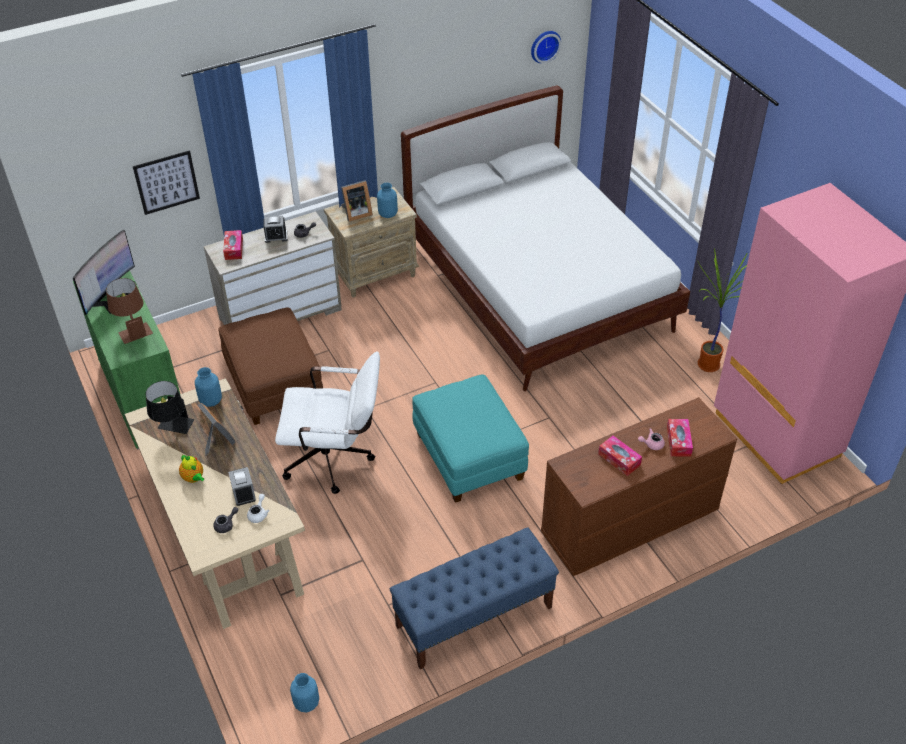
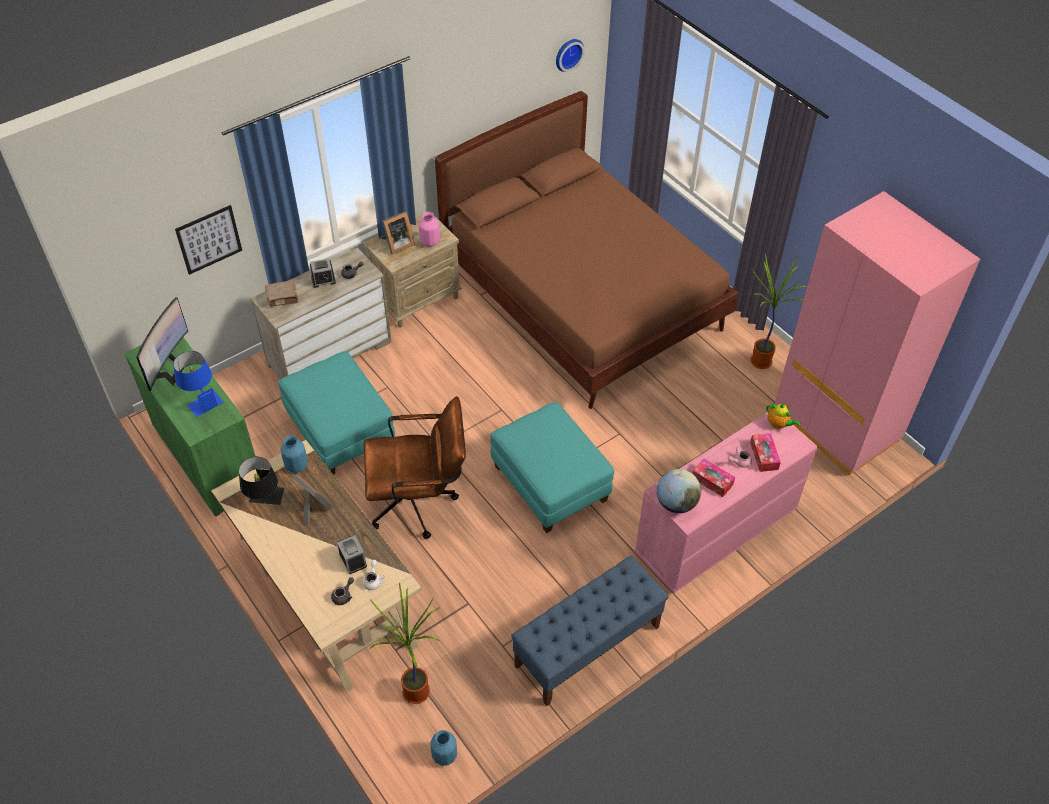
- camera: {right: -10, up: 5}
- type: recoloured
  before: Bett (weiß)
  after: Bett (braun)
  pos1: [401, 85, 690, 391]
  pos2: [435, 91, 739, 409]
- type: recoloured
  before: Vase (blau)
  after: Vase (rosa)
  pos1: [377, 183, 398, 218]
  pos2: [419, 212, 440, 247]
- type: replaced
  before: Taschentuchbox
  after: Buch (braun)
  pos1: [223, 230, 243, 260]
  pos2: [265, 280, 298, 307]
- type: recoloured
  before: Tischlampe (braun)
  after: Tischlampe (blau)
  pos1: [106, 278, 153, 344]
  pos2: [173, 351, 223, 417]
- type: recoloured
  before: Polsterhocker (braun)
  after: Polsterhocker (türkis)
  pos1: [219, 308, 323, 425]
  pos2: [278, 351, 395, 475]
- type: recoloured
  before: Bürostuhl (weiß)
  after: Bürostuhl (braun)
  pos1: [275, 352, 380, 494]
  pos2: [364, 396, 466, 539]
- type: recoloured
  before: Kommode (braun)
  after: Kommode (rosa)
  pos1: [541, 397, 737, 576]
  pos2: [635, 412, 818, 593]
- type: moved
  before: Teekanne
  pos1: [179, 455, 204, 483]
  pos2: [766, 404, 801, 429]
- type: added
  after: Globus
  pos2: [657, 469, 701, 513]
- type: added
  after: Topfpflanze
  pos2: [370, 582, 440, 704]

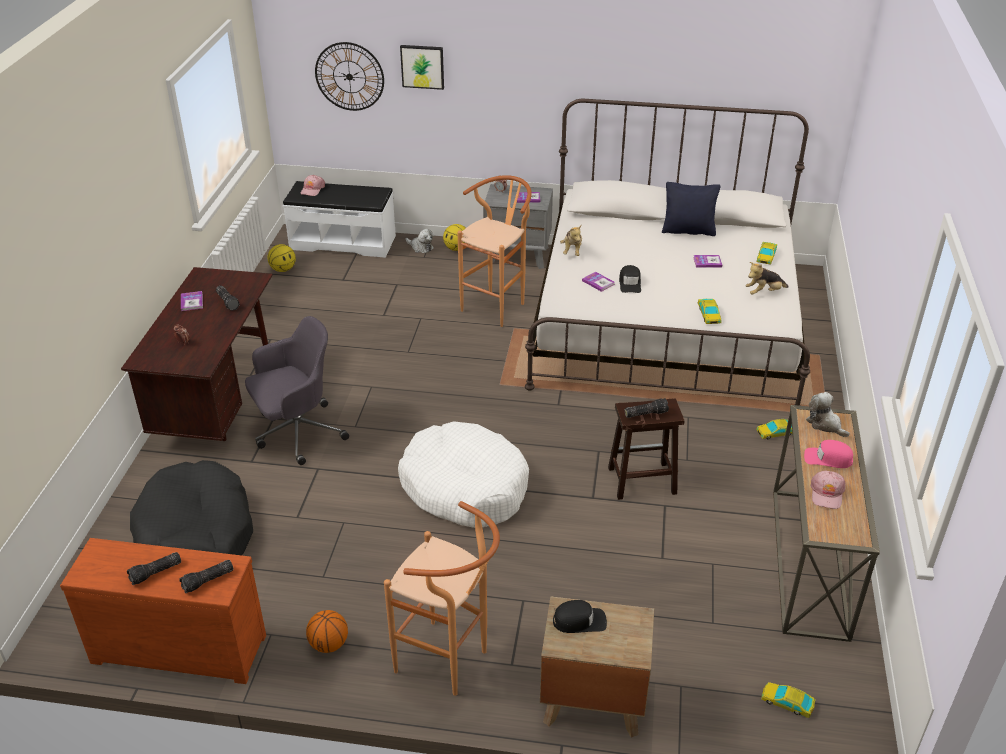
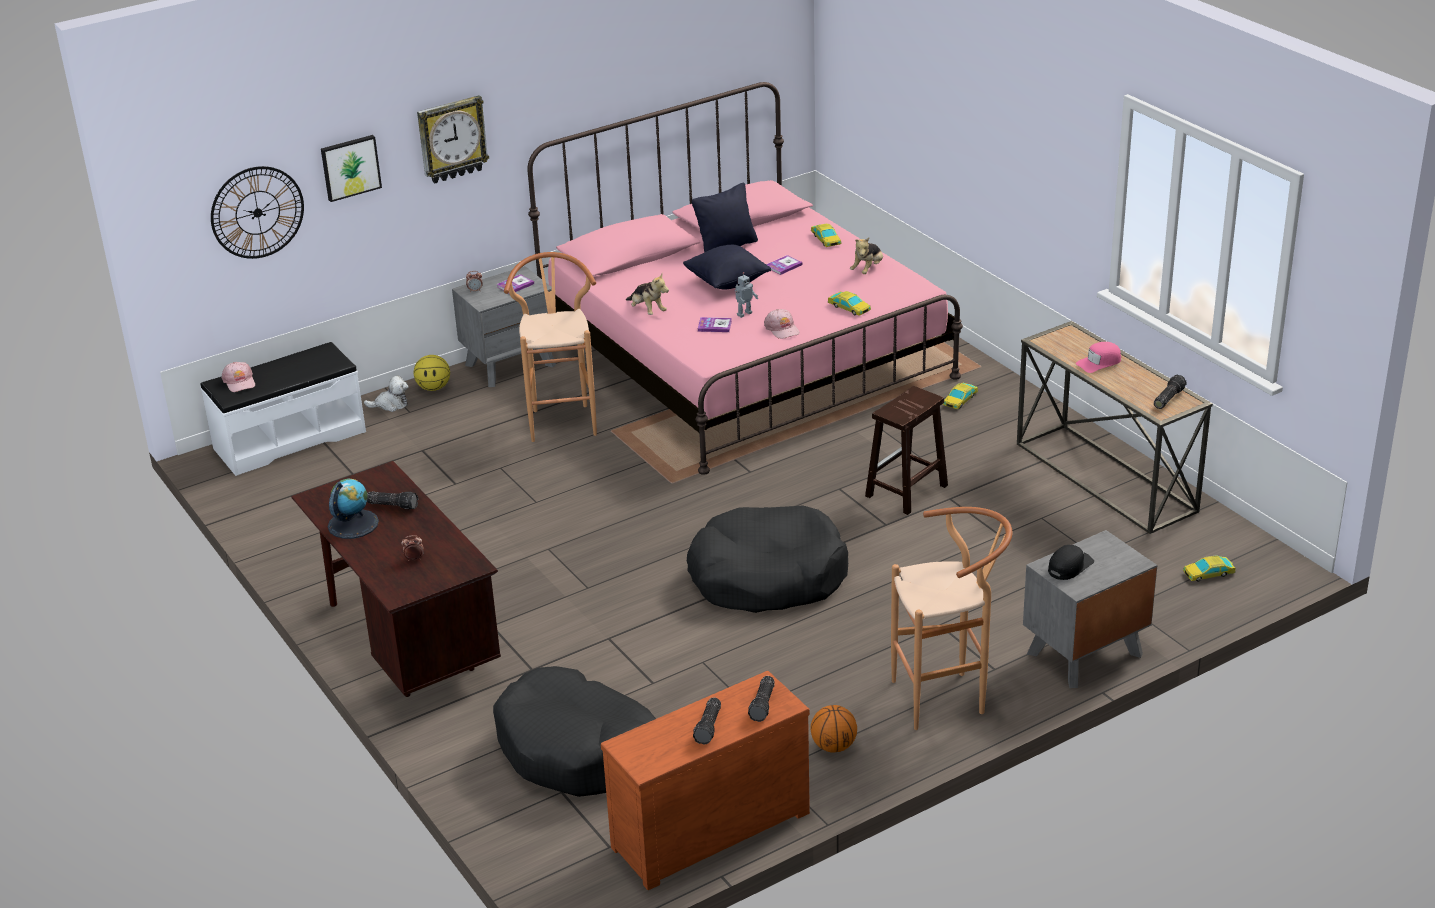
- camera: {right: -40, up: -5}
- type: recoloured
  before: Bett (weiß)
  after: Bett (rosa)
  pos1: [525, 99, 810, 406]
  pos2: [527, 82, 963, 475]
- type: removed
  before: Basketball
  pos1: [267, 244, 296, 272]
- type: replaced
  before: Kappe (schwarz)
  after: Spielzeugroboter
  pos1: [619, 265, 641, 293]
  pos2: [735, 272, 758, 318]
- type: replaced
  before: Buch
  after: Globus
  pos1: [181, 291, 203, 311]
  pos2: [328, 479, 379, 539]
- type: removed
  before: Bürostuhl (grau)
  pos1: [245, 316, 349, 465]
- type: removed
  before: Plüschtier
  pos1: [806, 392, 850, 437]
- type: moved
  before: Taschenlampe
  pos1: [625, 398, 669, 418]
  pos2: [1154, 375, 1187, 409]
- type: recoloured
  before: Hundebett (weiß)
  after: Hundebett (schwarz)
  pos1: [398, 421, 529, 528]
  pos2: [687, 505, 848, 613]
- type: moved
  before: Kappe (rosa)
  pos1: [810, 471, 845, 509]
  pos2: [764, 309, 800, 339]
- type: recoloured
  before: Nachttisch (braun)
  after: Nachttisch (grau)
  pos1: [540, 597, 654, 738]
  pos2: [1023, 530, 1157, 688]
- type: added
  after: Wanduhr
  pos2: [417, 95, 489, 183]
- type: added
  after: Kissen (schwarz)
  pos2: [683, 245, 771, 290]

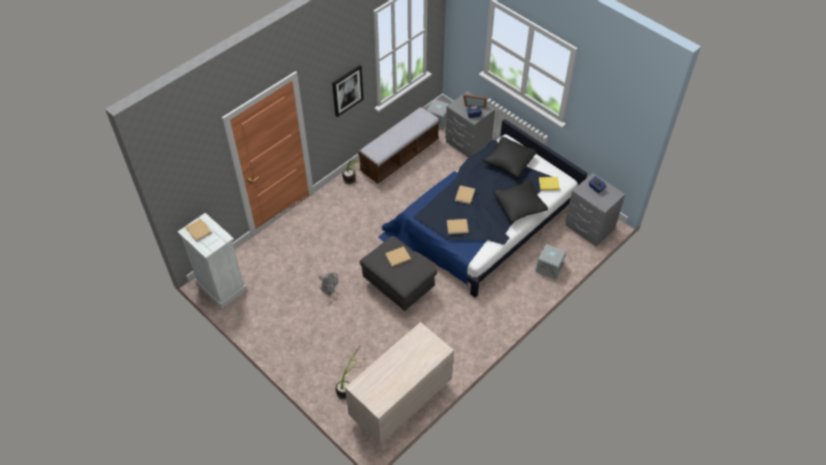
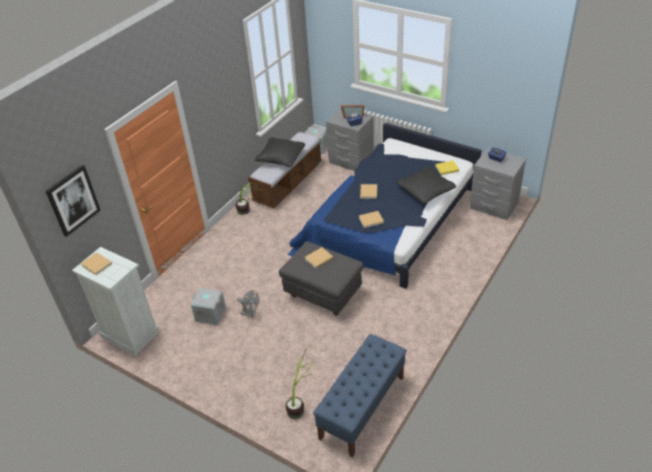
- camera: {right: -10, up: -10}
- type: moved
  before: Bild
  pos1: [332, 65, 364, 117]
  pos2: [46, 165, 101, 237]
- type: moved
  before: Kissen (schwarz)
  pos1: [483, 137, 537, 178]
  pos2: [255, 137, 305, 167]
- type: moved
  before: Aufbewahrungsbox (grau)
  pos1: [536, 244, 566, 280]
  pos2: [191, 288, 226, 325]
- type: replaced
  before: Kommode (beige)
  after: Bank (blau)
  pos1: [345, 322, 454, 445]
  pos2: [313, 334, 407, 457]

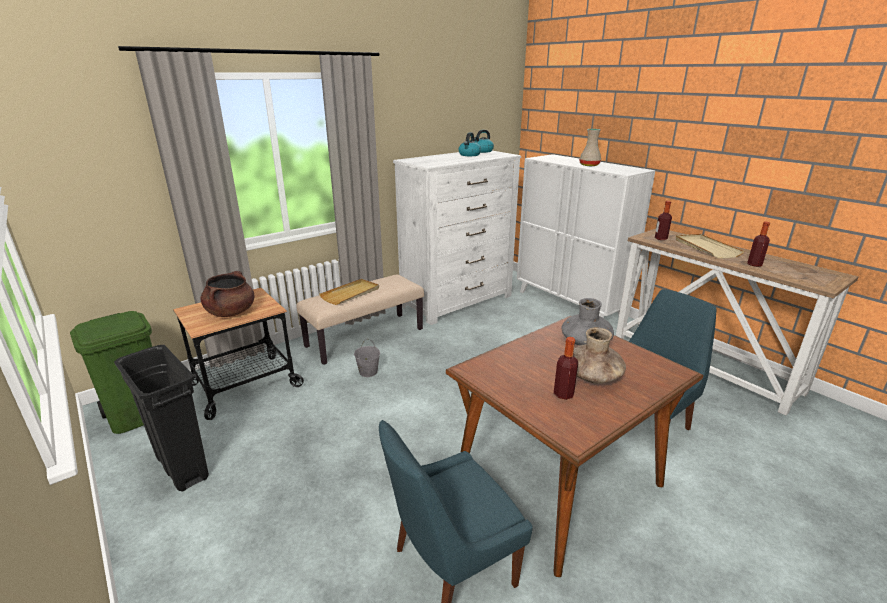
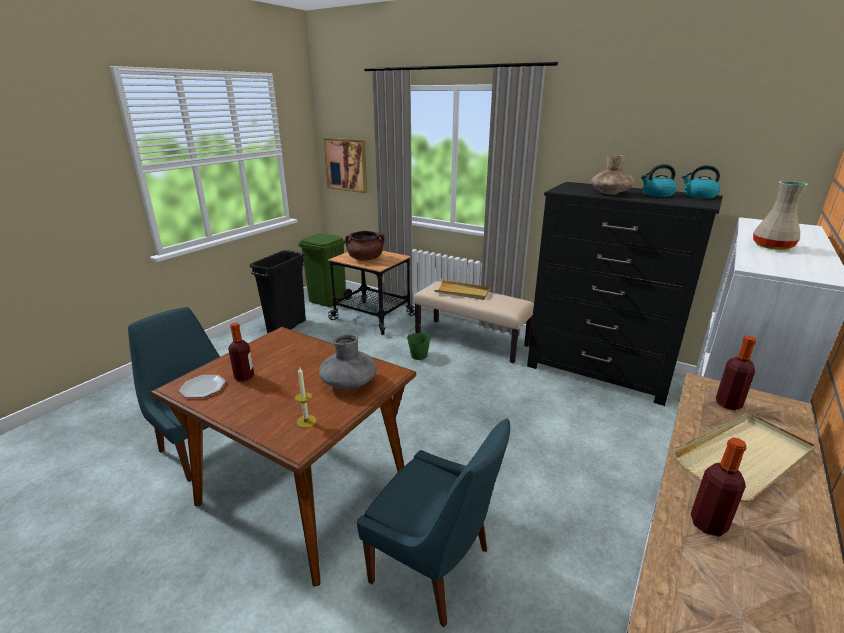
- camera: {right: 70, up: 0}
- type: recoloured
  before: Kommode (weiß)
  after: Kommode (schwarz)
  pos1: [393, 151, 521, 325]
  pos2: [527, 182, 723, 406]
- type: moved
  before: Vase (braun)
  pos1: [573, 327, 626, 384]
  pos2: [591, 155, 634, 195]
- type: recoloured
  before: Eimer (grau)
  after: Eimer (grün)
  pos1: [354, 339, 380, 377]
  pos2: [407, 325, 431, 360]
- type: added
  after: Bild
  pos2: [324, 138, 367, 193]
- type: added
  after: Kerze
  pos2: [295, 366, 317, 428]
- type: added
  after: Teller
  pos2: [179, 375, 226, 398]

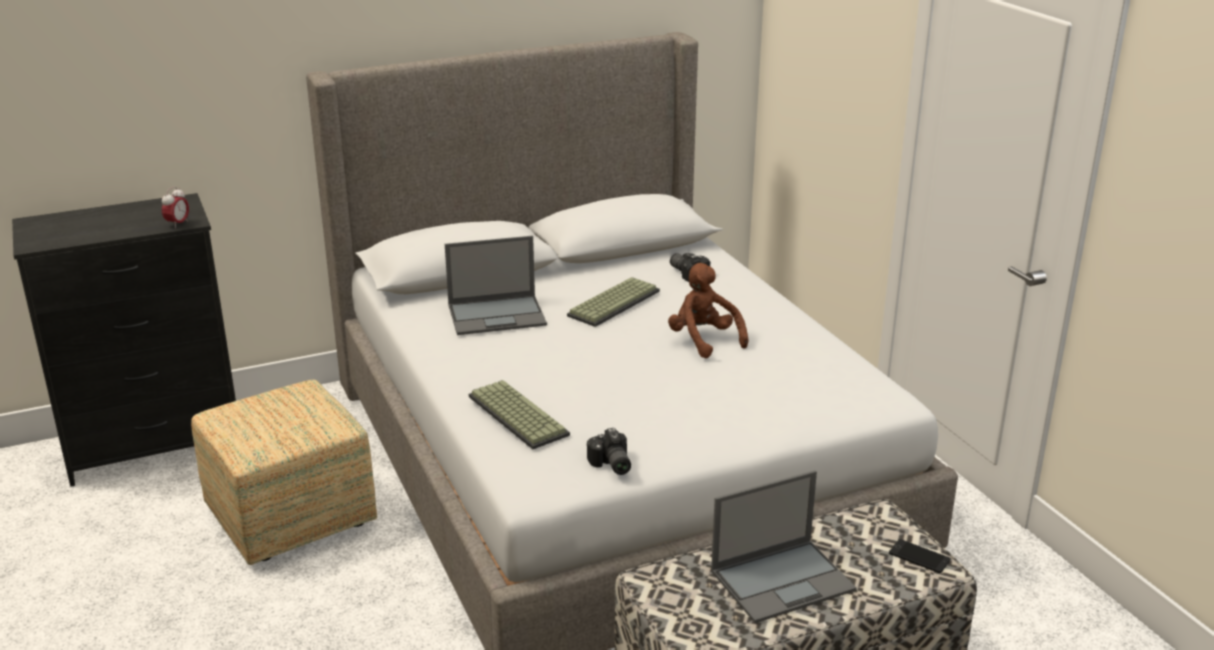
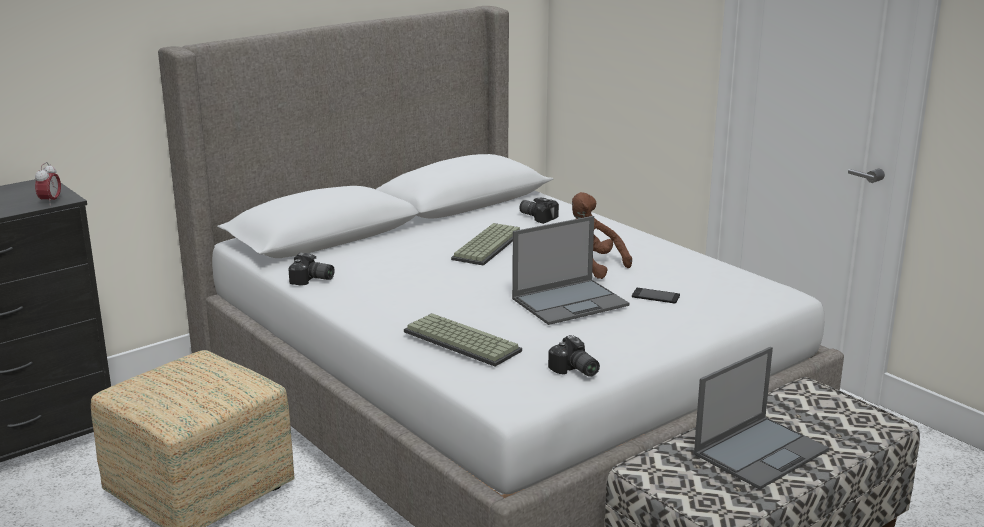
- camera: {right: -15, up: -5}
- type: moved
  before: Laptop
  pos1: [445, 236, 547, 335]
  pos2: [512, 216, 629, 325]
- type: moved
  before: Handy
  pos1: [889, 539, 951, 573]
  pos2: [632, 288, 680, 304]
- type: added
  after: Kamera
  pos2: [288, 253, 335, 285]

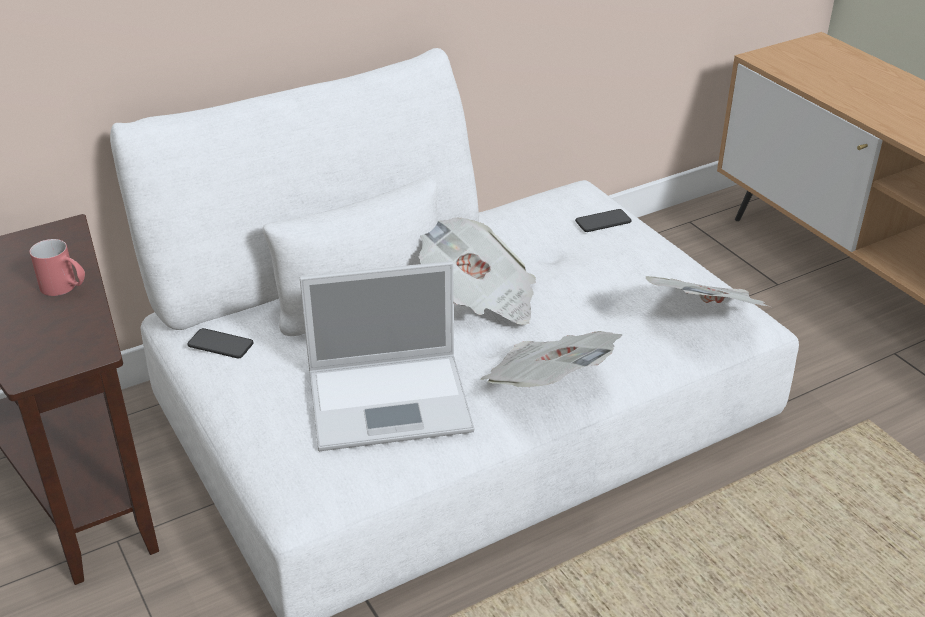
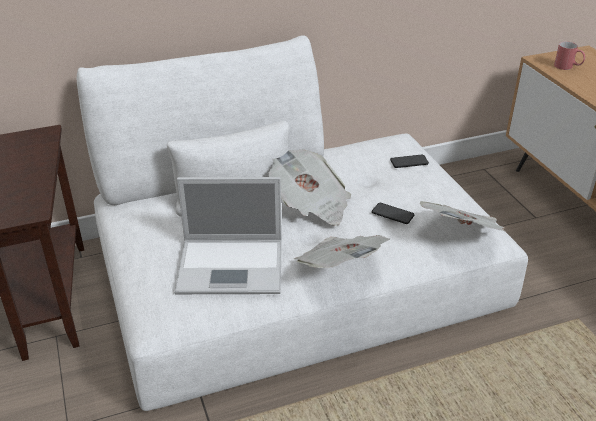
- camera: {right: 10, up: 0}
- type: moved
  before: Henkelbecher (rot)
  pos1: [30, 239, 85, 296]
  pos2: [554, 41, 585, 70]
- type: moved
  before: Handy
  pos1: [187, 328, 254, 358]
  pos2: [372, 203, 414, 224]

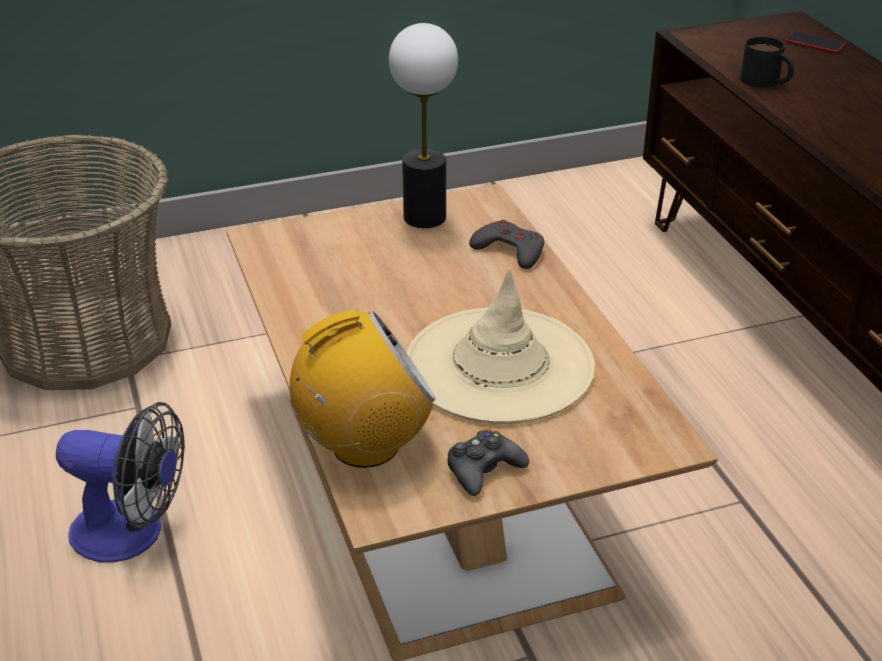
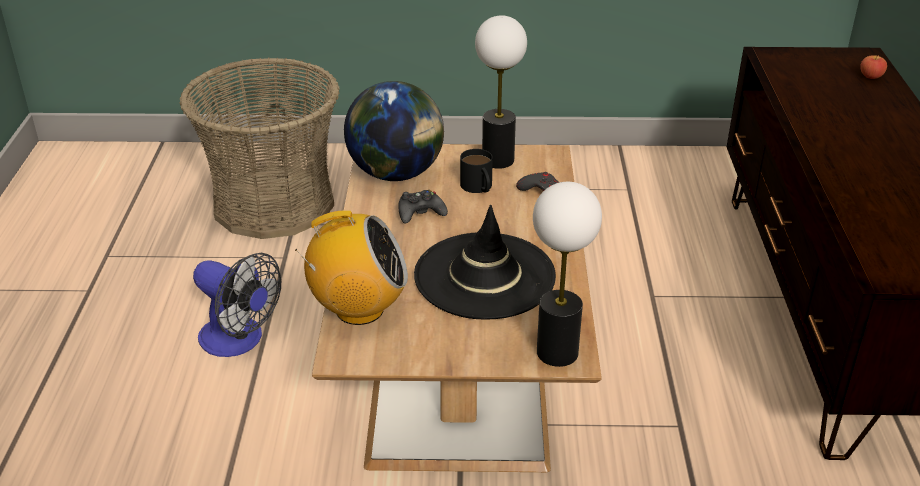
- camera: {right: 20, up: 0}
- type: replaced
  before: Handy
  after: Apfel
  pos1: [786, 31, 846, 53]
  pos2: [860, 55, 887, 79]
- type: moved
  before: Henkelbecher (schwarz)
  pos1: [740, 37, 794, 88]
  pos2: [460, 149, 493, 193]
- type: recoloured
  before: Hut (beige)
  after: Hut (schwarz)
  pos1: [406, 268, 595, 424]
  pos2: [414, 205, 556, 320]
- type: moved
  before: Gamepad (schwarz)
  pos1: [448, 429, 529, 496]
  pos2: [398, 190, 448, 223]
- type: added
  after: Globus
  pos2: [344, 81, 444, 181]
- type: added
  after: Tischlampe
  pos2: [533, 182, 602, 367]

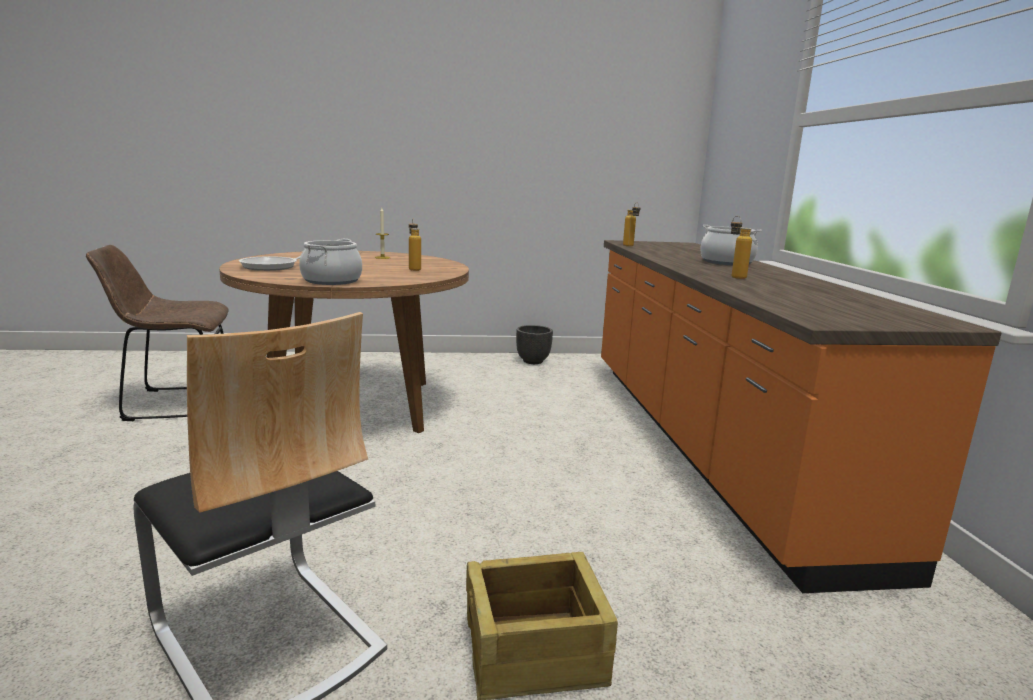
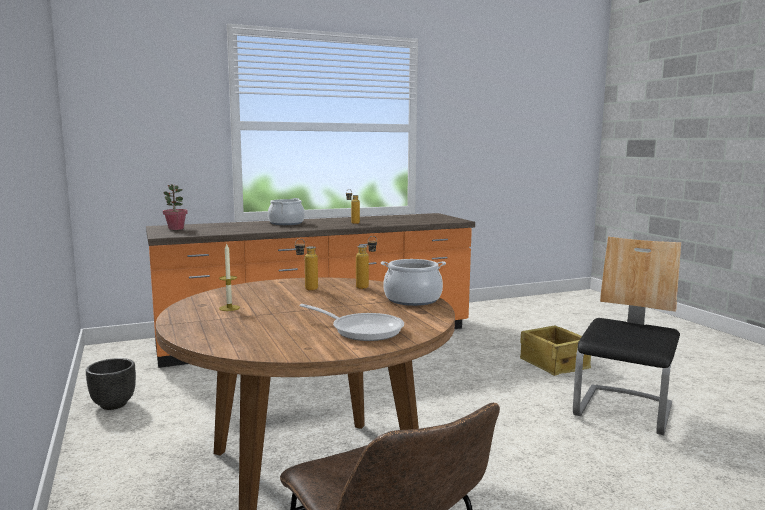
- camera: {right: -105, up: -5}
- type: moved
  before: Flasche
  pos1: [623, 202, 640, 246]
  pos2: [356, 236, 377, 289]
- type: added
  after: Topfpflanze
  pos2: [163, 184, 188, 230]

